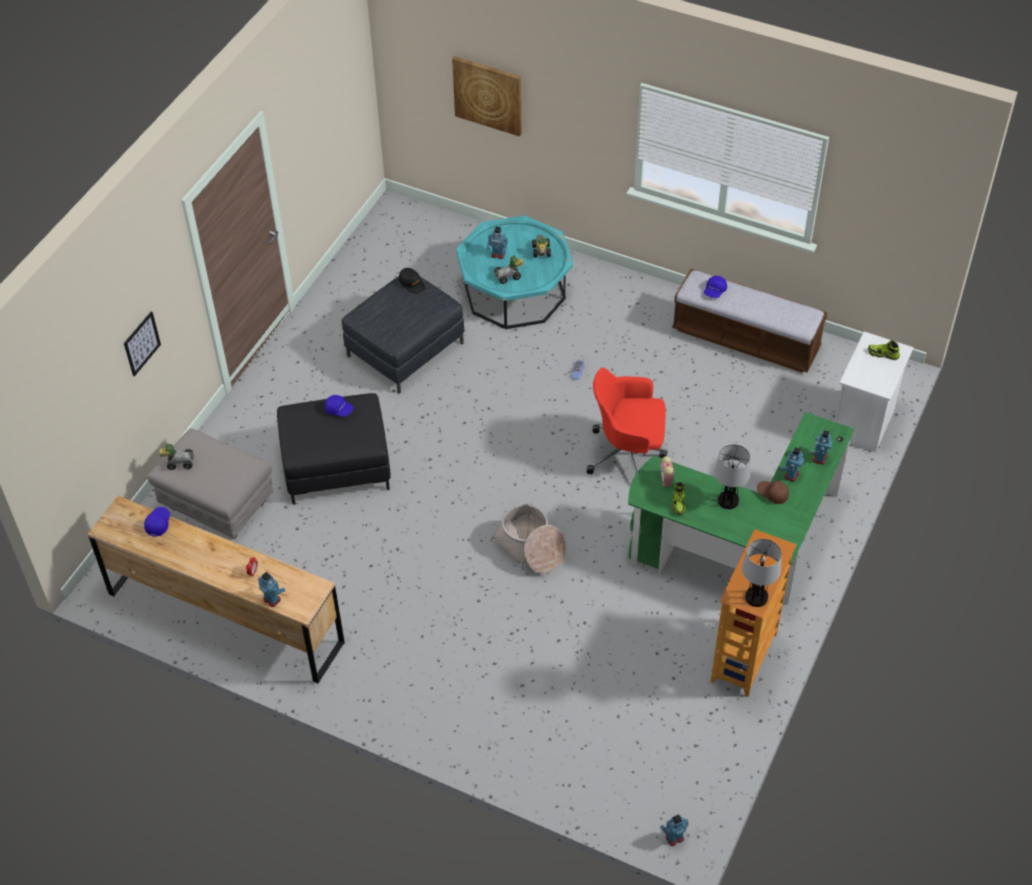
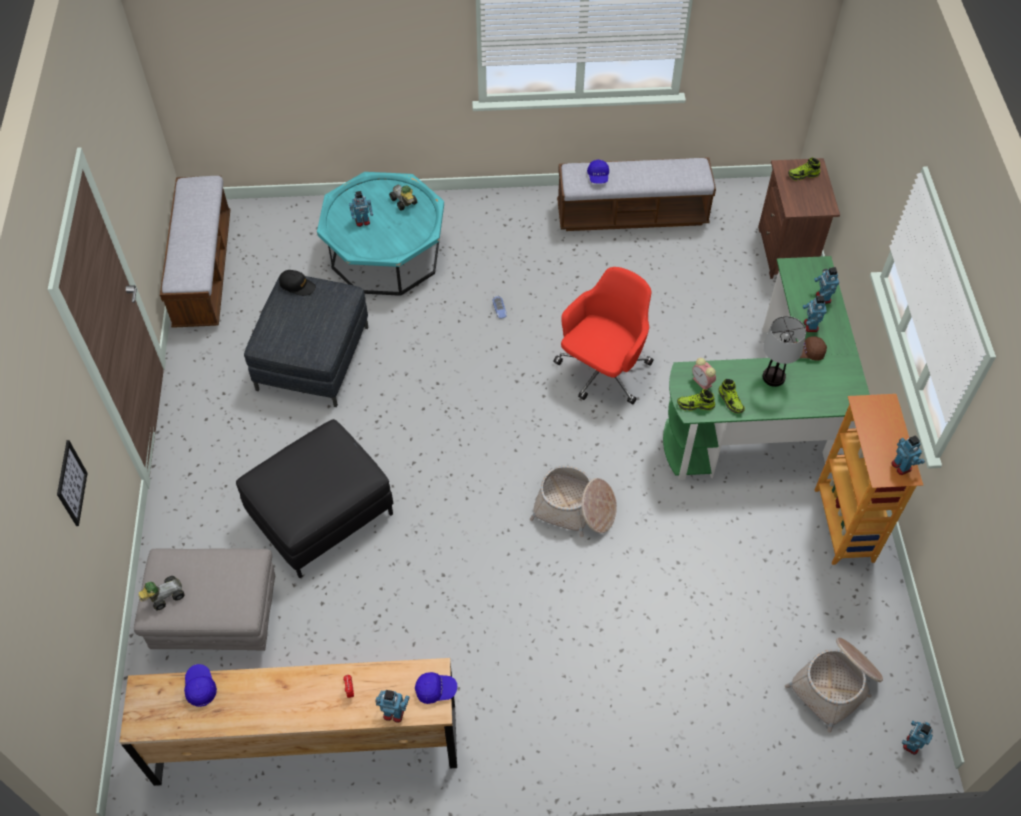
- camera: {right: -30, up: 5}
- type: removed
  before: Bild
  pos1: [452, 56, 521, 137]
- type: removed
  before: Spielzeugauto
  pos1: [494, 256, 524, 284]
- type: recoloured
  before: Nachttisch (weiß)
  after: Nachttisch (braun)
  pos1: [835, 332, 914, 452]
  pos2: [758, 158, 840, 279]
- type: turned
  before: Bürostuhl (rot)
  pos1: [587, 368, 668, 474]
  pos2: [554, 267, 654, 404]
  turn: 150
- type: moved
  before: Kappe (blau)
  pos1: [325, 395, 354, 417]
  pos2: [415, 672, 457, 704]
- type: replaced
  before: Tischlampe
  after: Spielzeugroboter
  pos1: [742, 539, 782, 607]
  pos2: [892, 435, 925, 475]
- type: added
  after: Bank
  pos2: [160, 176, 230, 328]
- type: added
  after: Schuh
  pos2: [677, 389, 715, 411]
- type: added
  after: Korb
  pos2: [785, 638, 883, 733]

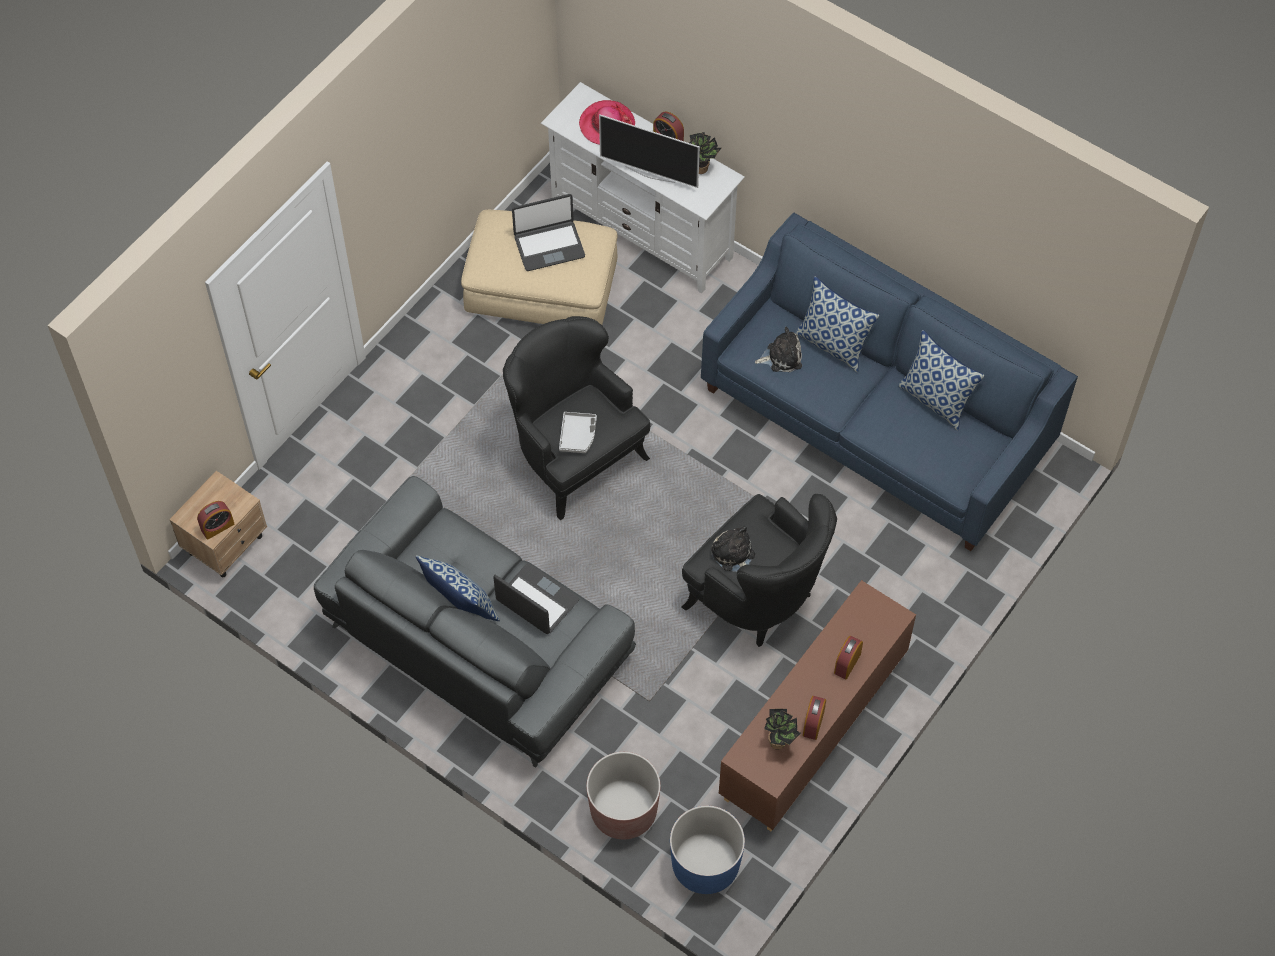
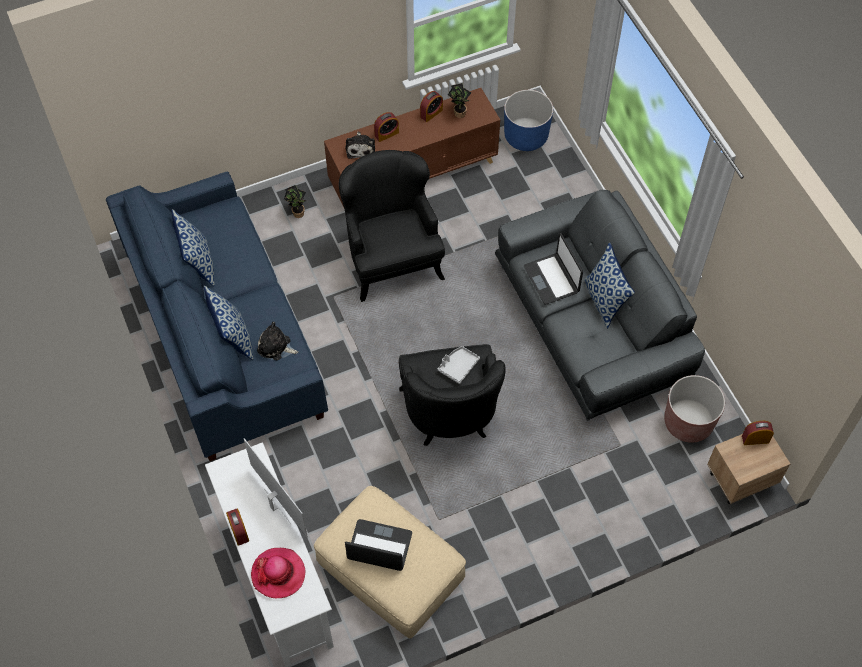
- camera: {right: -150, up: 0}
- type: moved
  before: Topfpflanze
  pos1: [689, 132, 721, 174]
  pos2: [284, 185, 307, 218]
- type: moved
  before: Plüschtier
  pos1: [711, 526, 755, 572]
  pos2: [346, 132, 375, 159]
- type: moved
  before: Pflanzkübel (braun)
  pos1: [586, 752, 661, 839]
  pos2: [664, 375, 725, 443]

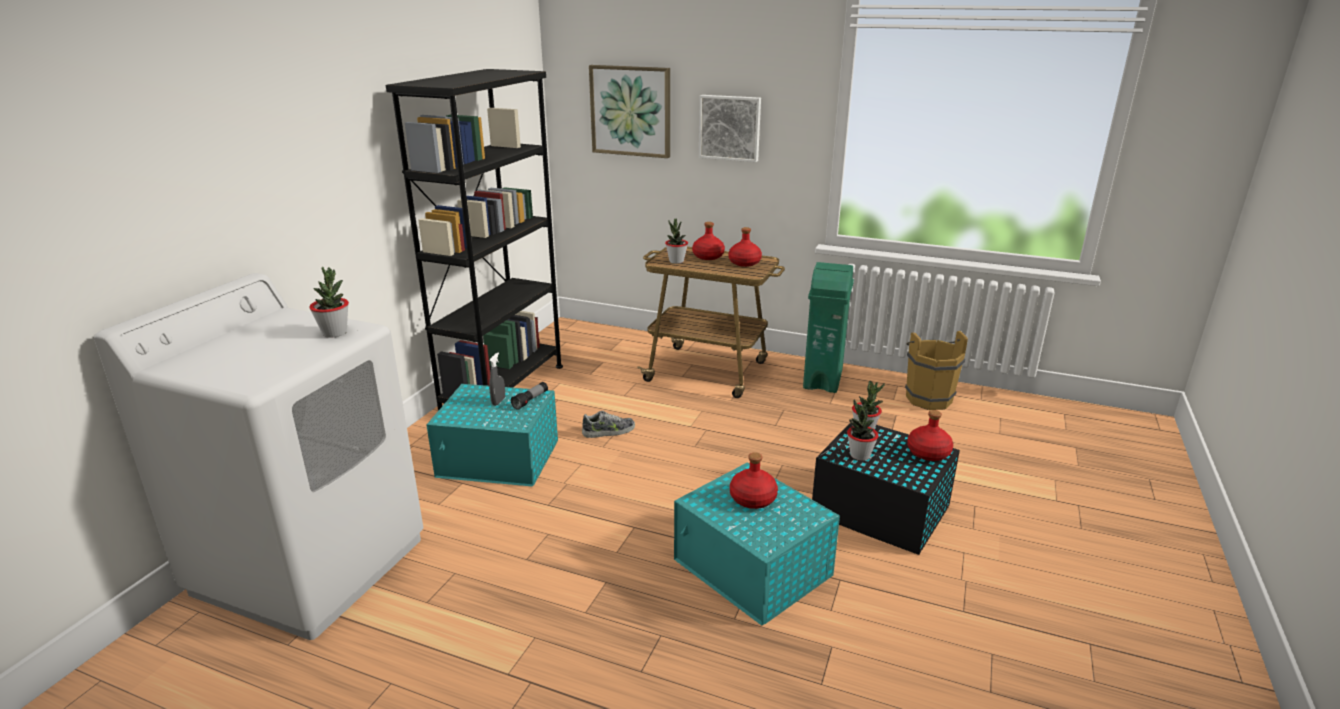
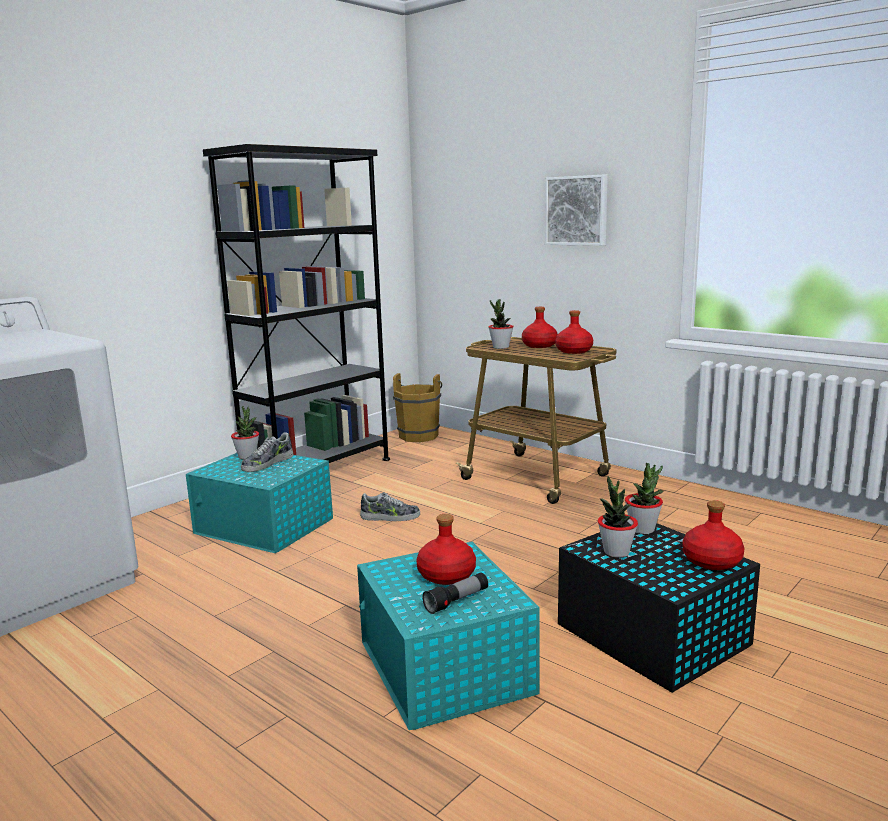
- camera: {right: 20, up: -10}
- type: removed
  before: Bild
  pos1: [589, 65, 670, 158]
- type: removed
  before: Mülleimer (grün)
  pos1: [803, 262, 854, 393]
- type: moved
  before: Topfpflanze
  pos1: [309, 267, 349, 338]
  pos2: [231, 406, 259, 459]
- type: moved
  before: Eimer (braun)
  pos1: [905, 331, 968, 410]
  pos2: [393, 373, 442, 442]
- type: replaced
  before: Sprühflasche (grau)
  after: Schuh
  pos1: [489, 353, 505, 406]
  pos2: [241, 432, 293, 472]
- type: moved
  before: Taschenlampe
  pos1: [511, 382, 548, 410]
  pos2: [422, 573, 488, 614]

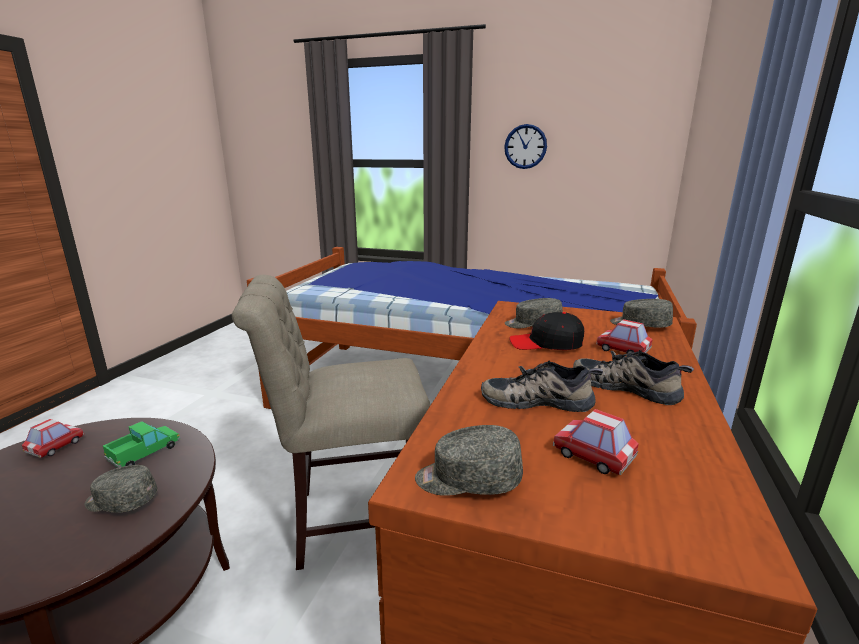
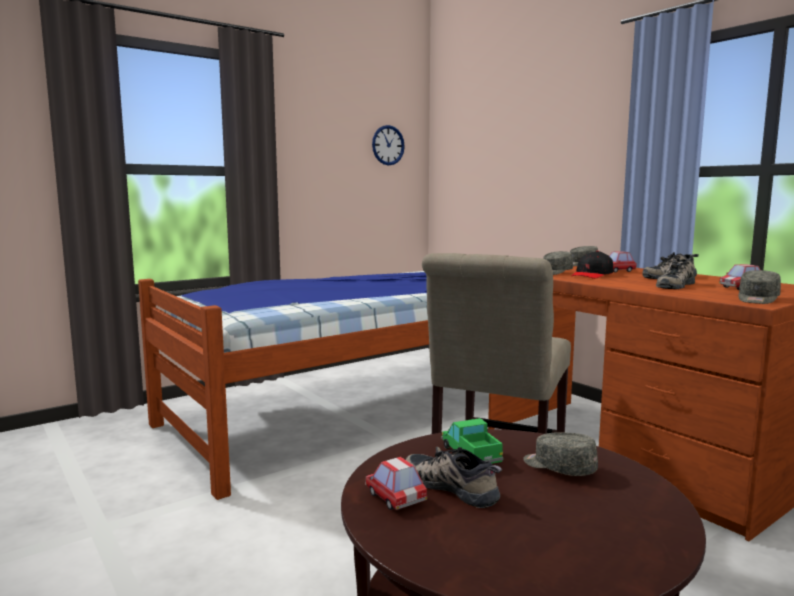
- camera: {right: -55, up: -10}
- type: moved
  before: Wanduhr
  pos1: [504, 124, 547, 169]
  pos2: [372, 125, 405, 165]
- type: turned
  before: Kappe (grau)
  pos1: [85, 465, 157, 513]
  pos2: [523, 432, 598, 476]
  turn: 90
- type: added
  after: Schuh
  pos2: [405, 447, 502, 508]

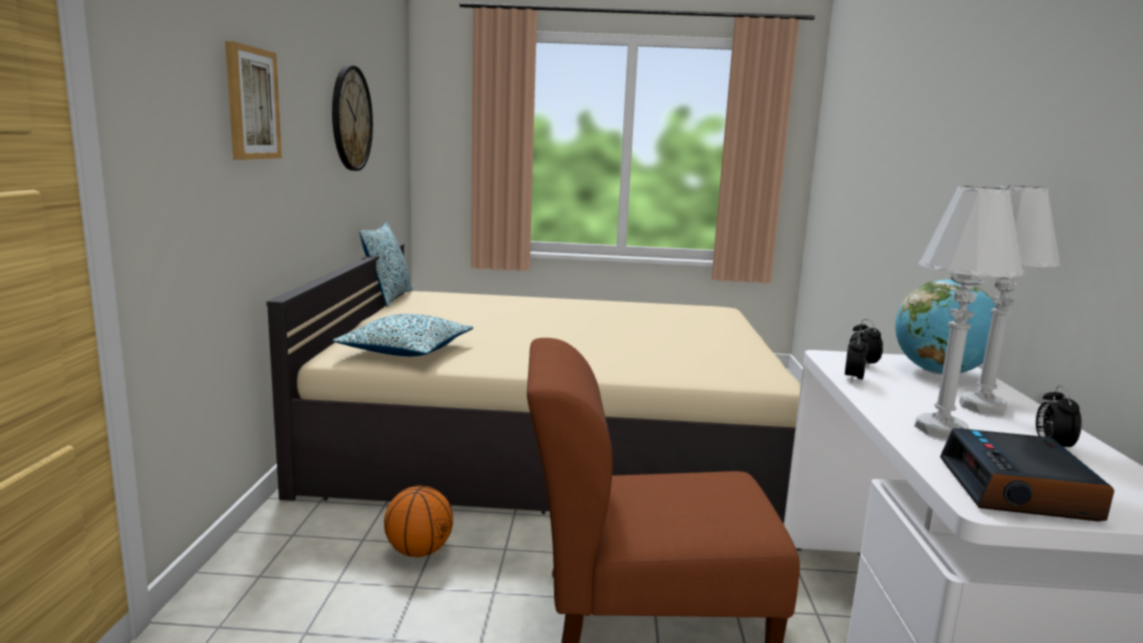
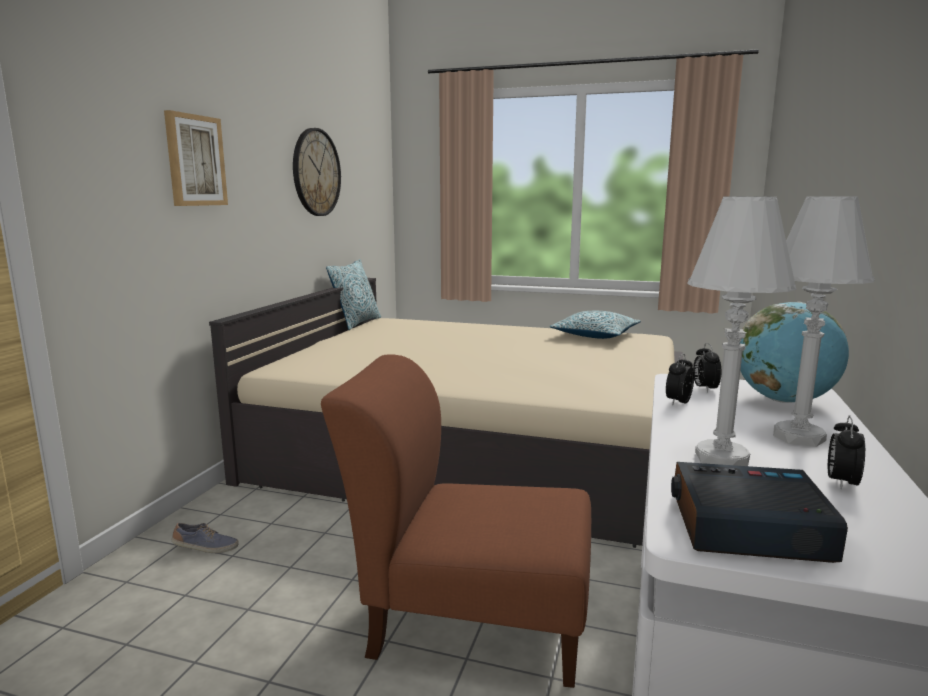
- camera: {right: 15, up: 0}
- type: moved
  before: Kissen
  pos1: [333, 314, 473, 356]
  pos2: [550, 311, 641, 339]
- type: turned
  before: Wecker
  pos1: [940, 428, 1114, 521]
  pos2: [671, 462, 848, 563]
  turn: 75
- type: removed
  before: Basketball
  pos1: [384, 486, 453, 557]
- type: added
  after: Schuh
  pos2: [172, 523, 239, 553]

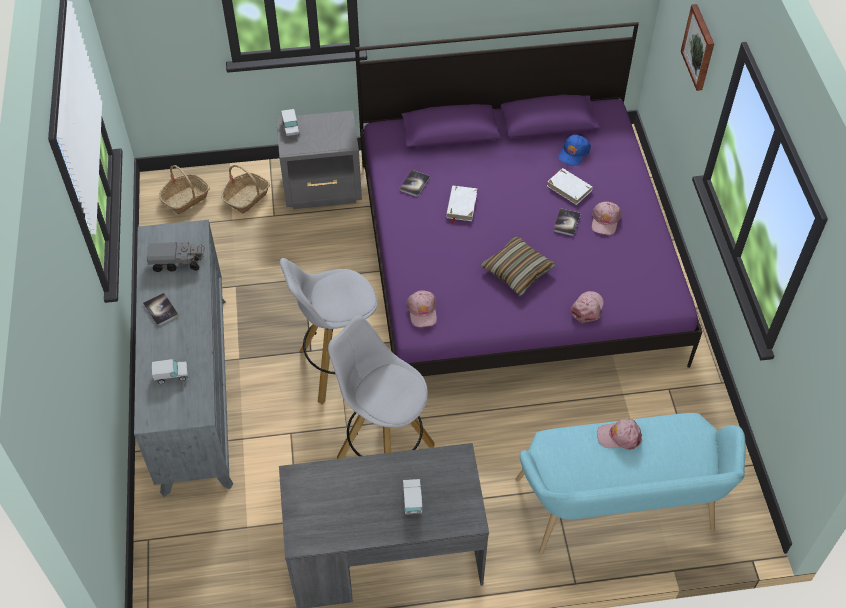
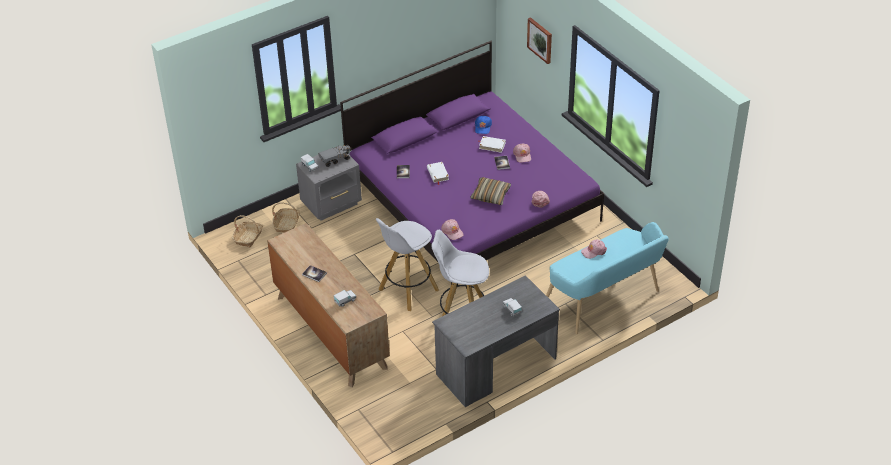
- camera: {right: -25, up: -10}
- type: recoloured
  before: Kommode (grau)
  after: Kommode (braun)
  pos1: [134, 220, 234, 497]
  pos2: [267, 223, 390, 387]
- type: moved
  before: Spielzeuglaster
  pos1: [147, 242, 205, 272]
  pos2: [318, 145, 351, 167]

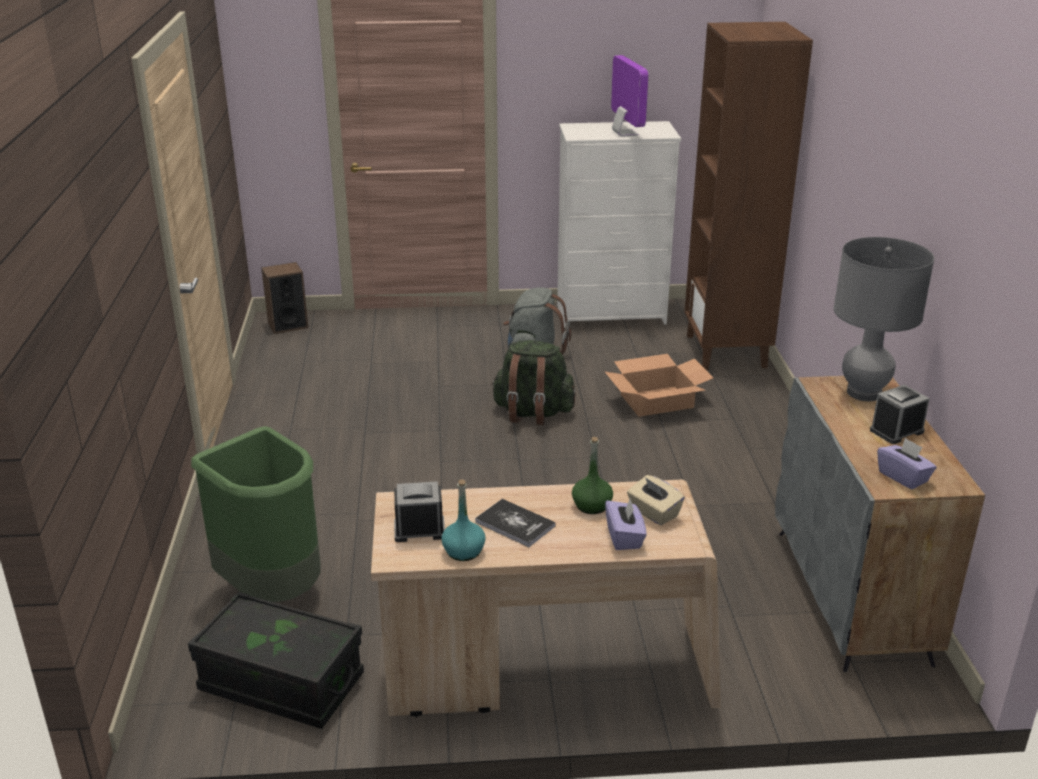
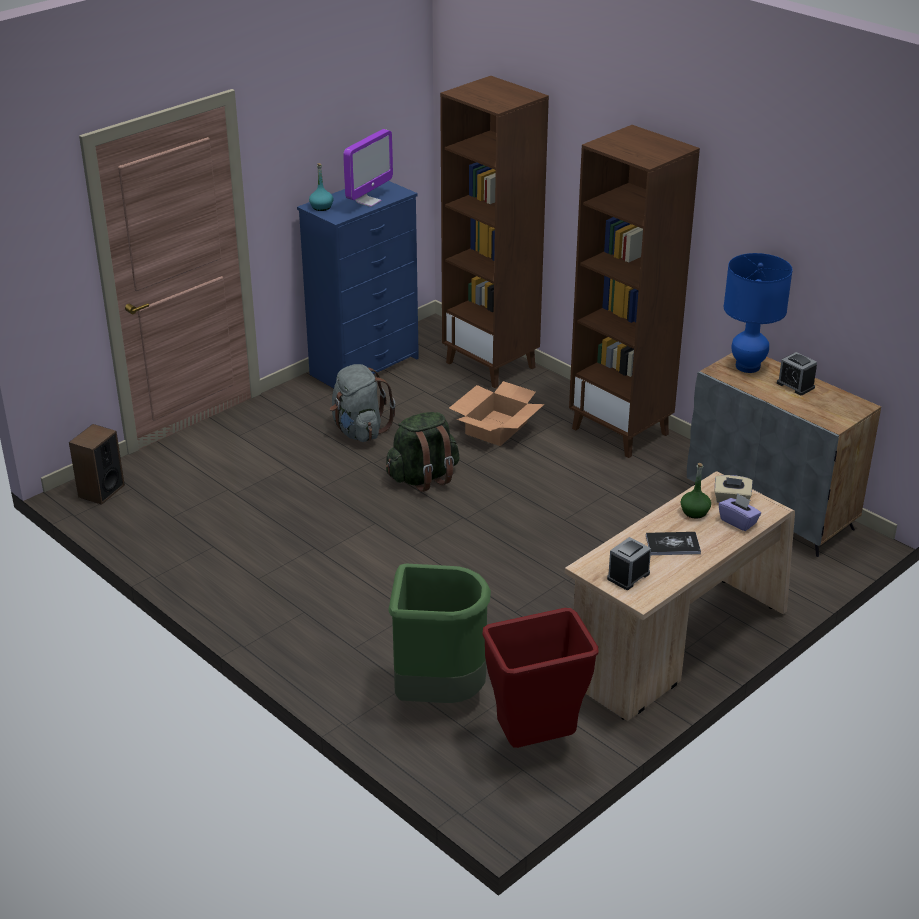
- camera: {right: -40, up: 5}
- type: turned
  before: Monitor
  pos1: [611, 55, 648, 137]
  pos2: [343, 129, 393, 207]
  turn: 90
- type: recoloured
  before: Kommode (weiß)
  after: Kommode (blau)
  pos1: [557, 121, 681, 328]
  pos2: [297, 181, 419, 388]
- type: recoloured
  before: Tischlampe (grau)
  after: Tischlampe (blau)
  pos1: [833, 237, 934, 401]
  pos2: [724, 253, 793, 373]
- type: turned
  before: Wecker
  pos1: [870, 385, 930, 444]
  pos2: [777, 352, 817, 395]
  turn: -60
- type: removed
  before: Taschentuchbox (lila)
  pos1: [877, 438, 937, 489]
- type: moved
  before: Flasche (türkis)
  pos1: [441, 479, 486, 561]
  pos2: [309, 163, 333, 211]
- type: replaced
  before: Aufbewahrungsbox (schwarz)
  after: Mülleimer (rot)
  pos1: [188, 592, 364, 729]
  pos2: [482, 608, 598, 748]
- type: added
  after: Bücherregal (braun)
  pos2: [569, 125, 700, 458]

